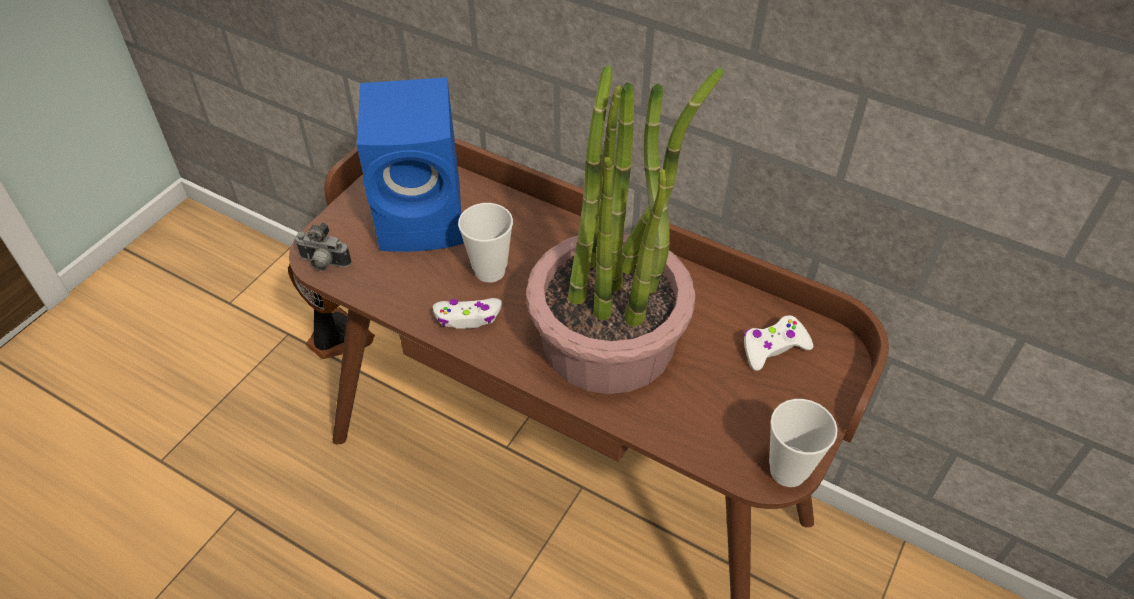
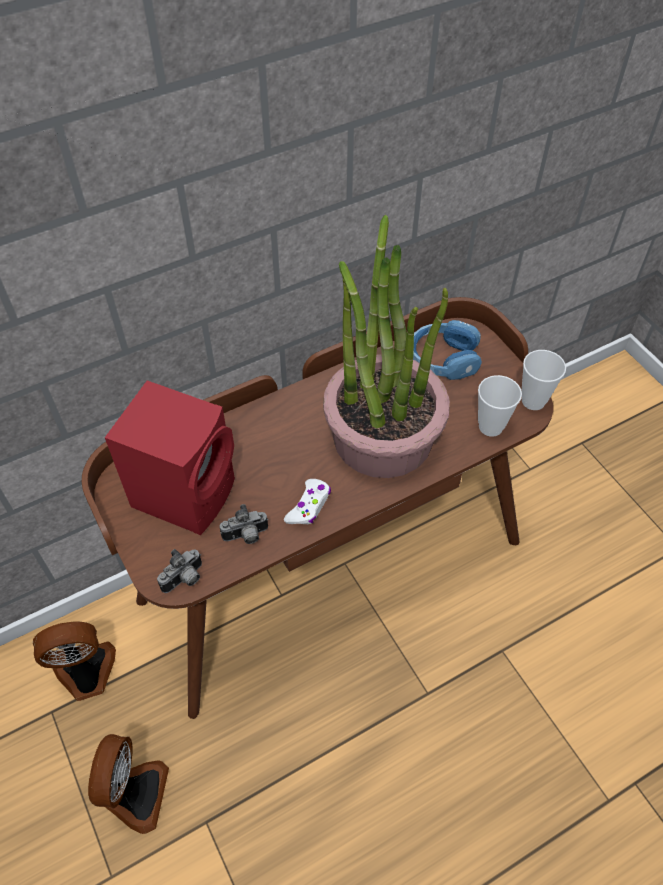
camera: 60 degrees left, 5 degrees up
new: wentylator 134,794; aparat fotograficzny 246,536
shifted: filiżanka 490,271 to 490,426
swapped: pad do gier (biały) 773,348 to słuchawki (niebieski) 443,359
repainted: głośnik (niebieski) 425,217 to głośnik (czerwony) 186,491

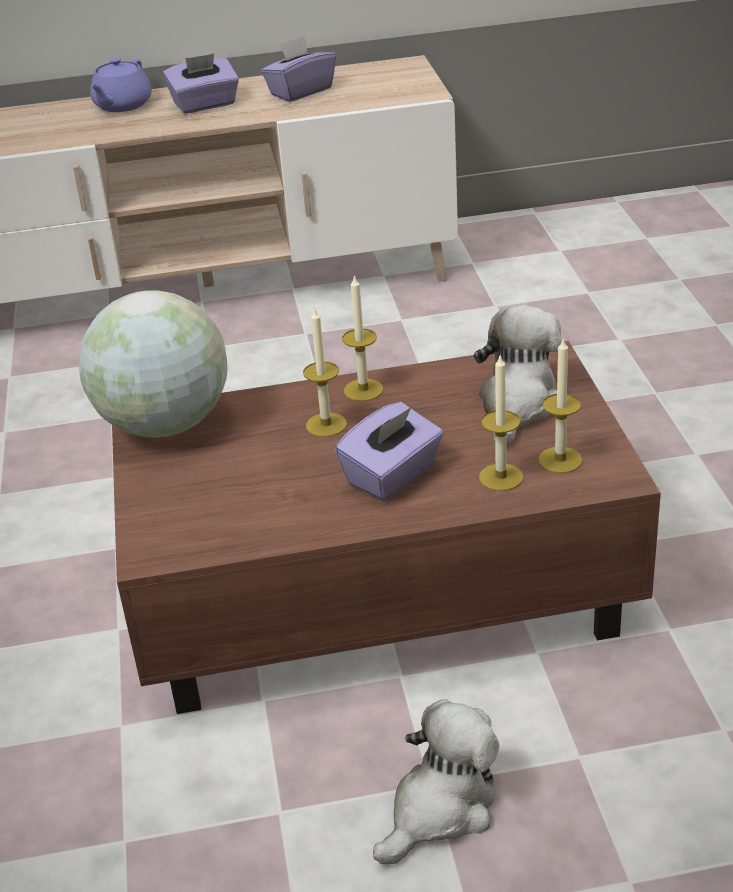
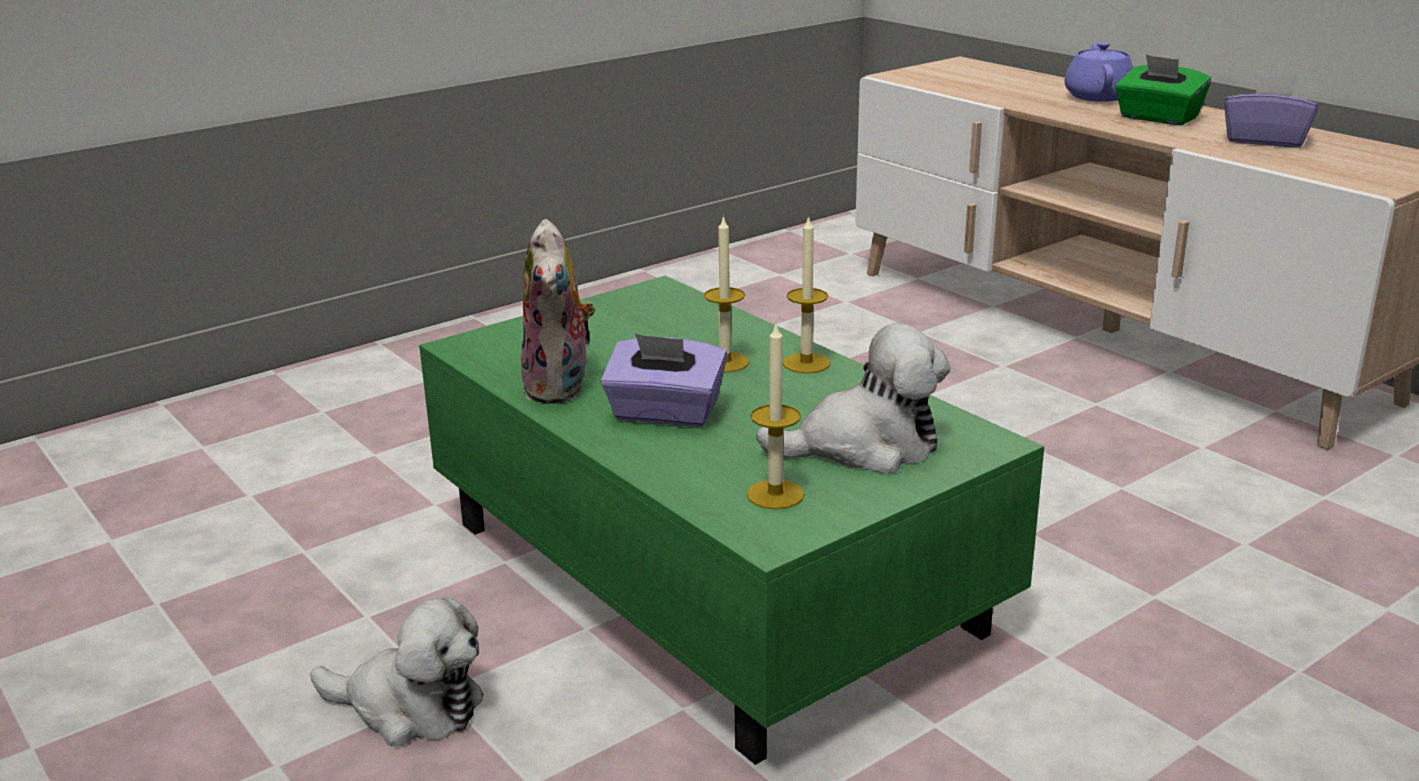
camera: 60 degrees right, 10 degrees down
gone: globus 165,424; świeca 501,477
new: pluszak 561,388
repainted: ława (brązowy) 373,589 to ława (zielony) 706,573; pudełko chusteczek (fioletowy) 205,105 to pudełko chusteczek (zielony) 1158,118
rotated: imbryk (fioletowy) 122,106 = 1098,96 105 degrees clockwise

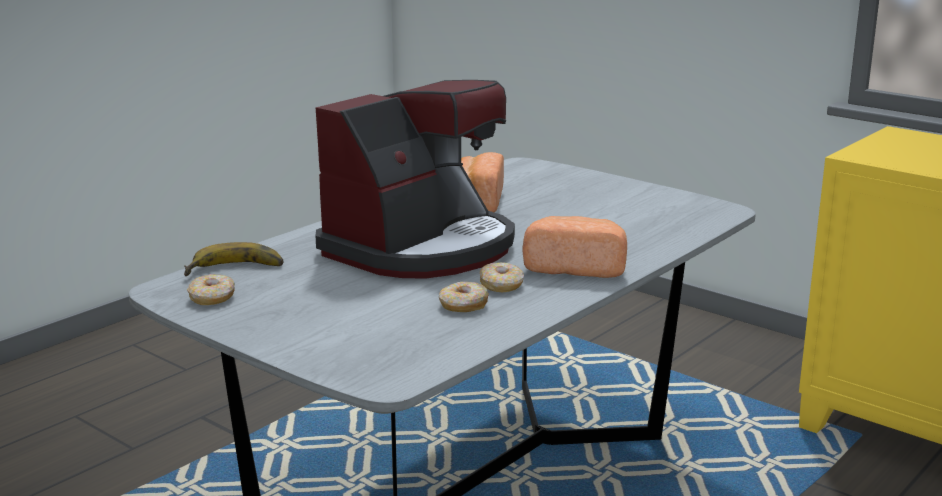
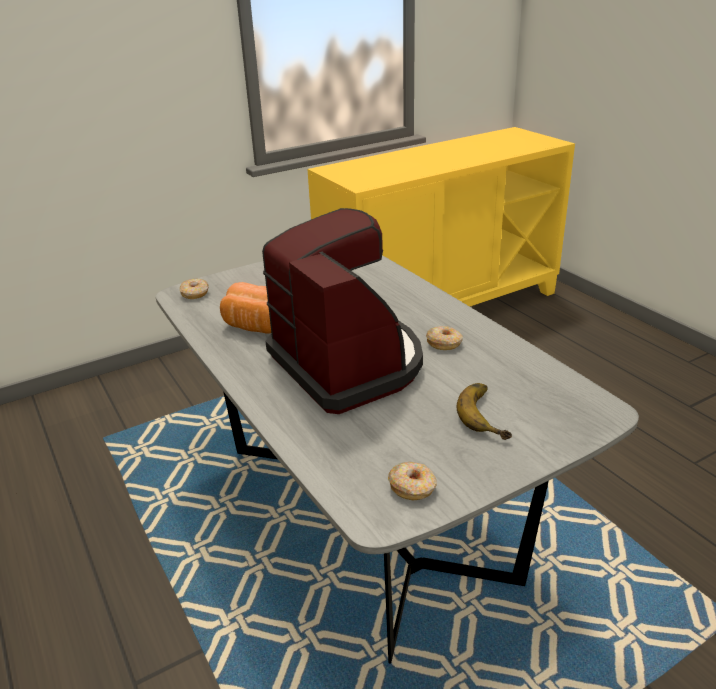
camera: 70 degrees left, 10 degrees up
gone: chleb 575,267
shifted: banan 235,271 to 489,414; donut 463,305 to 195,294

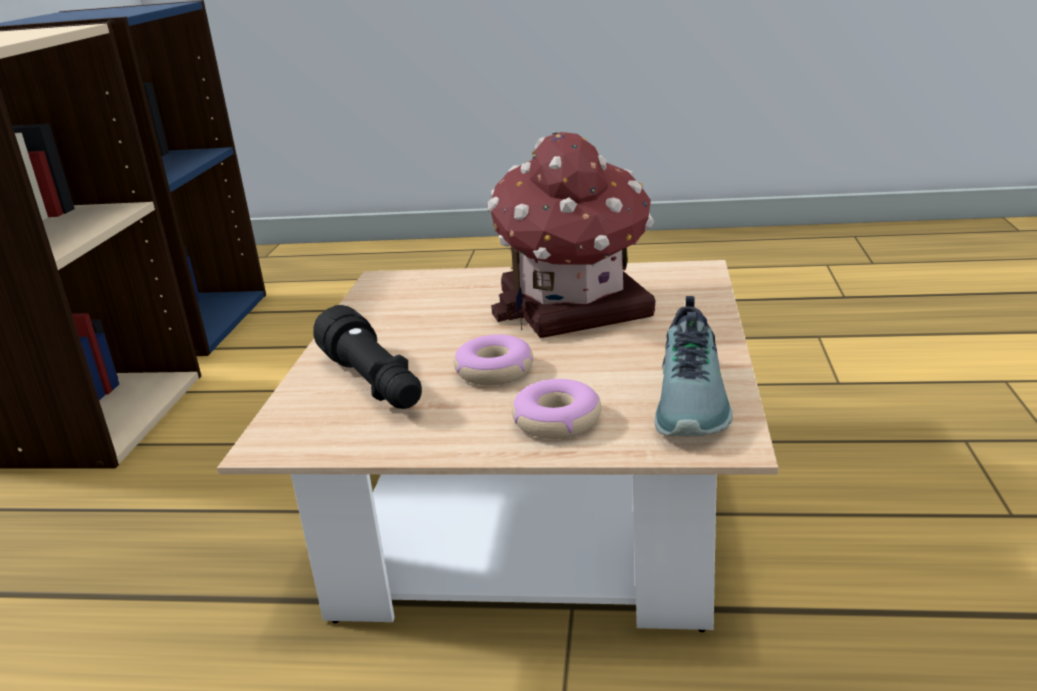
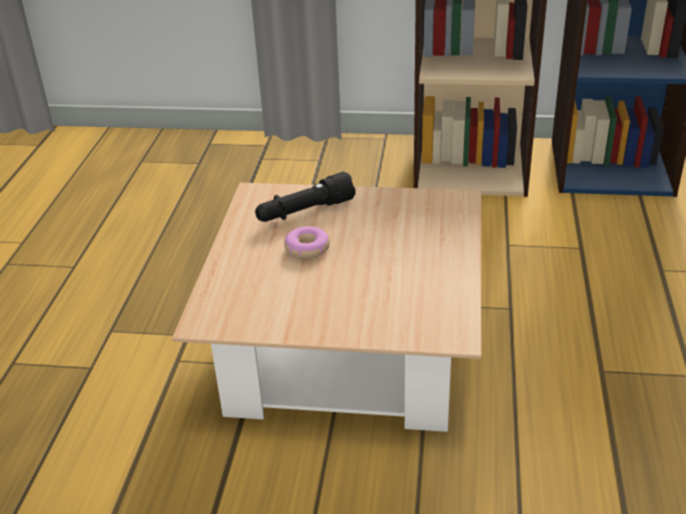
camera: 90 degrees right, 10 degrees up
gone: domek 575,307; donut 556,421; but 695,400

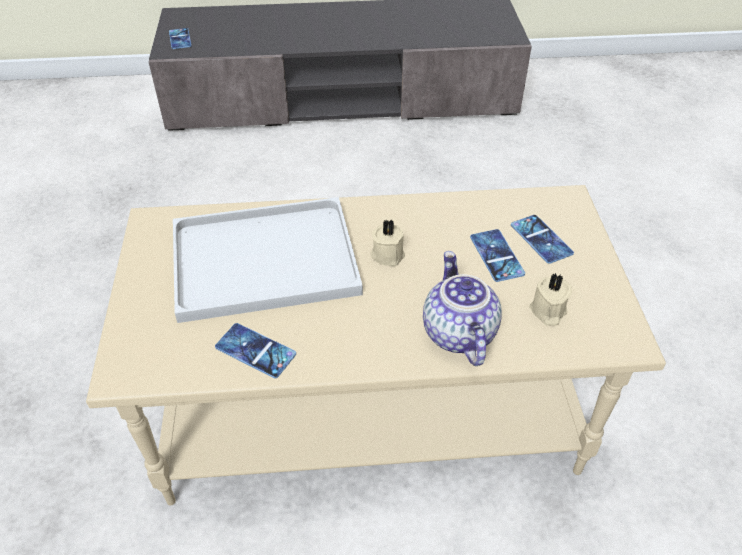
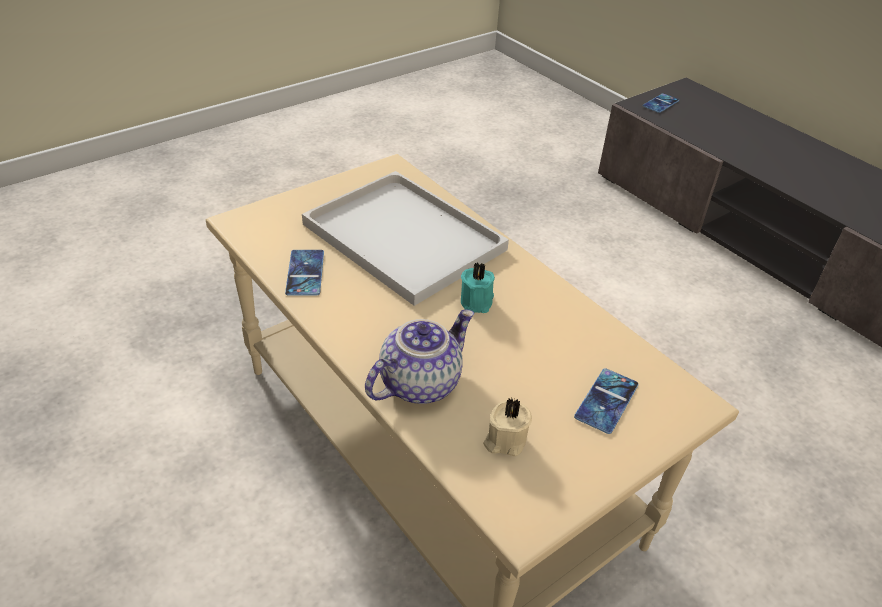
camera: 55 degrees right, 5 degrees down
gone: telefon 496,255
repainted: świeca (beżowy) 387,254 to świeca (turkusowy) 477,301

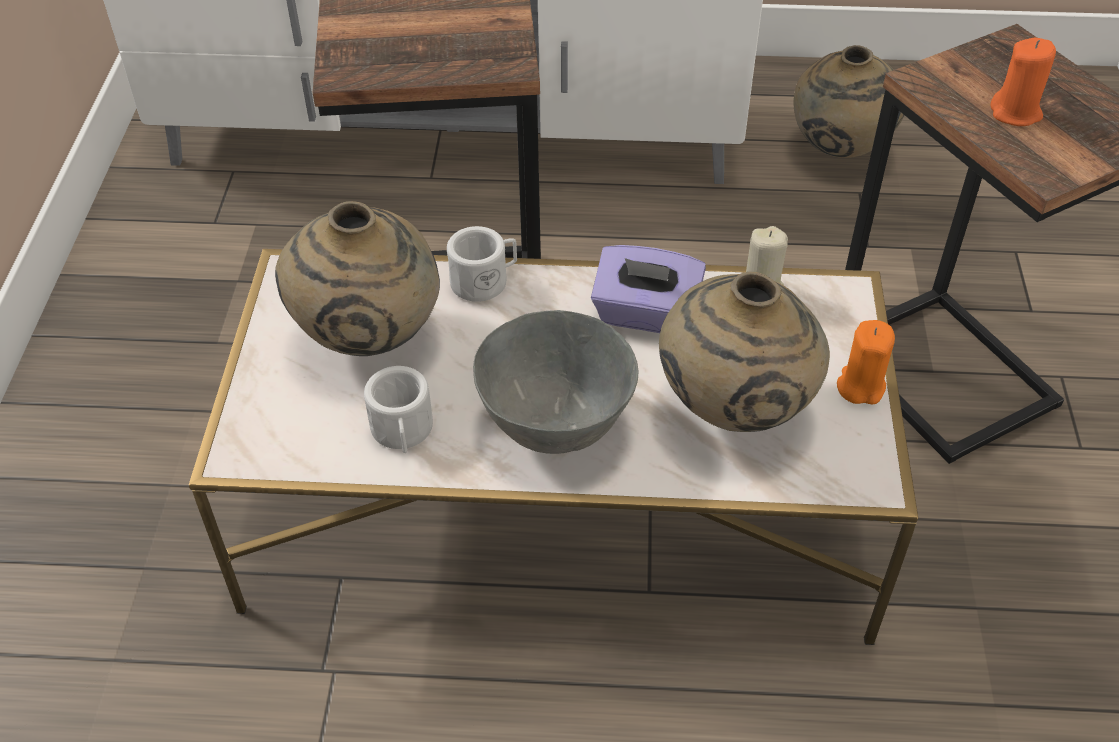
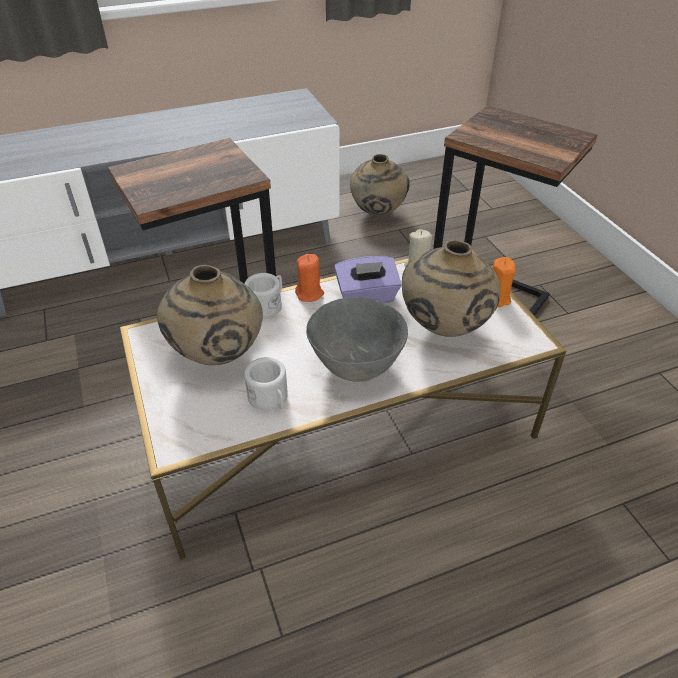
camera: 25 degrees left, 5 degrees down
shifted: świeca (pomarańczowy) 1016,113 to 309,294

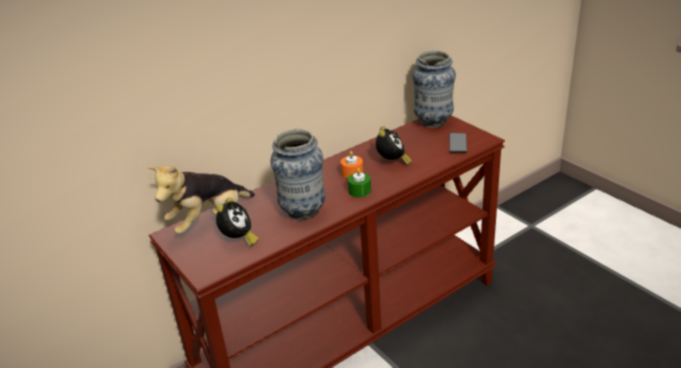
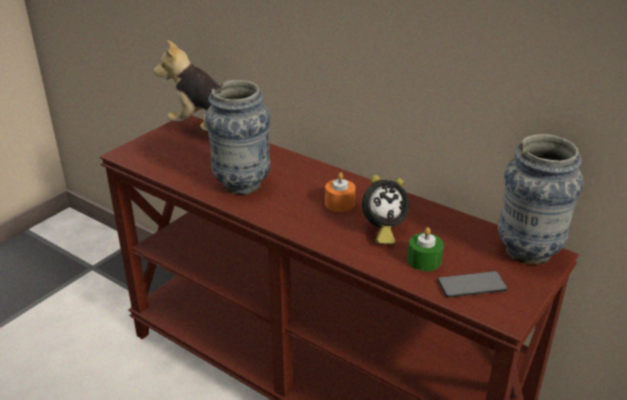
camera: 70 degrees right, 0 degrees up
gone: budzik 238,240
shifted: świeca (zielony) 359,191 to 424,260

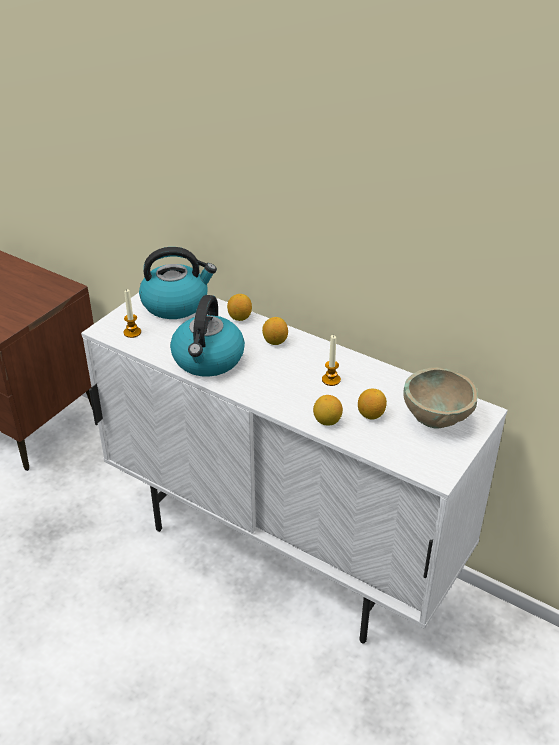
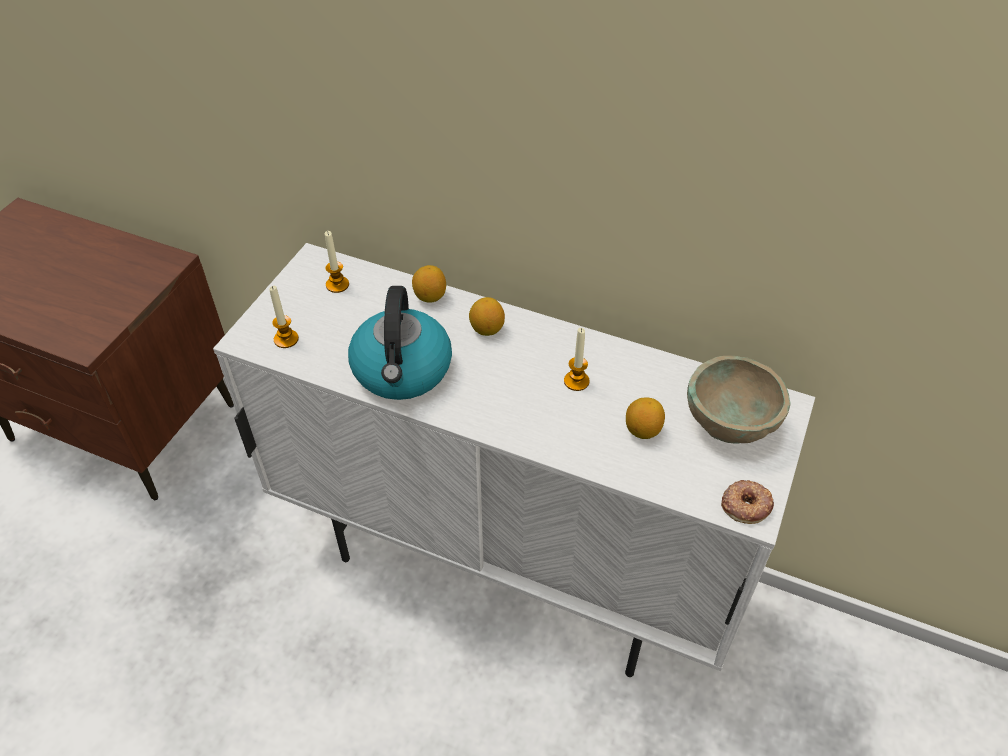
camera: 10 degrees left, 10 degrees up
gone: cytryna 327,421
new: donut 745,504
swapped: czajnik 176,304 to świeca 337,285

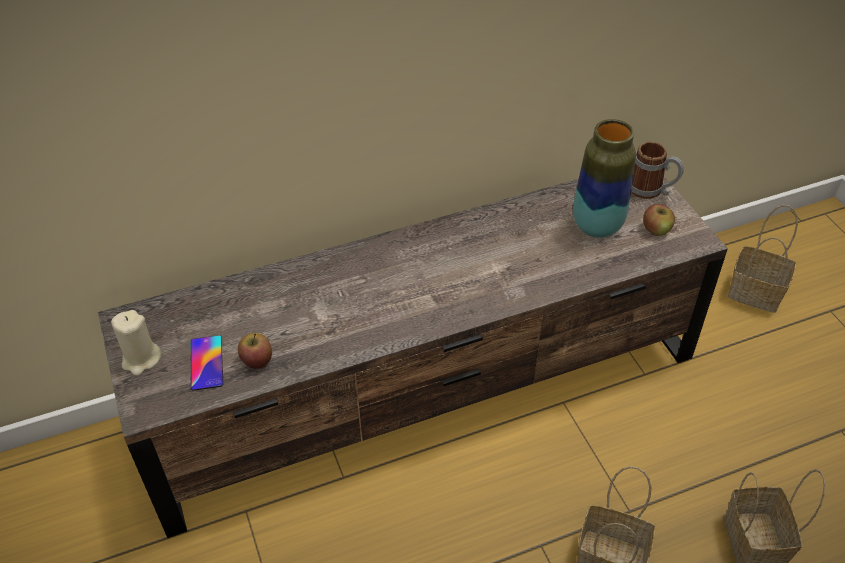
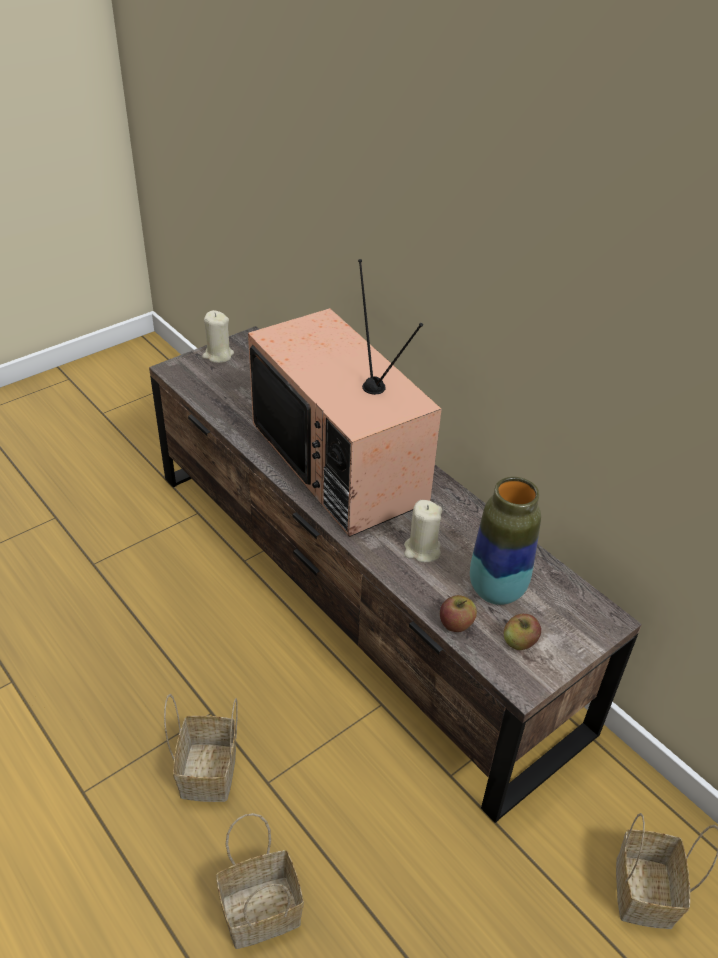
camera: 70 degrees right, 5 degrees down
gone: telefon 206,363; kubek 651,190
new: telewizor 343,462; świeca (beżowy) 422,550
shifted: jabłko 257,360 to 456,623

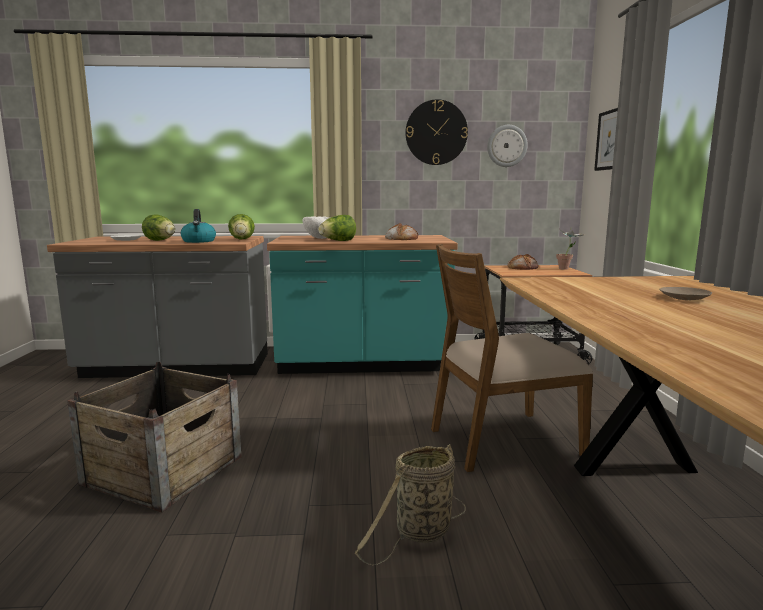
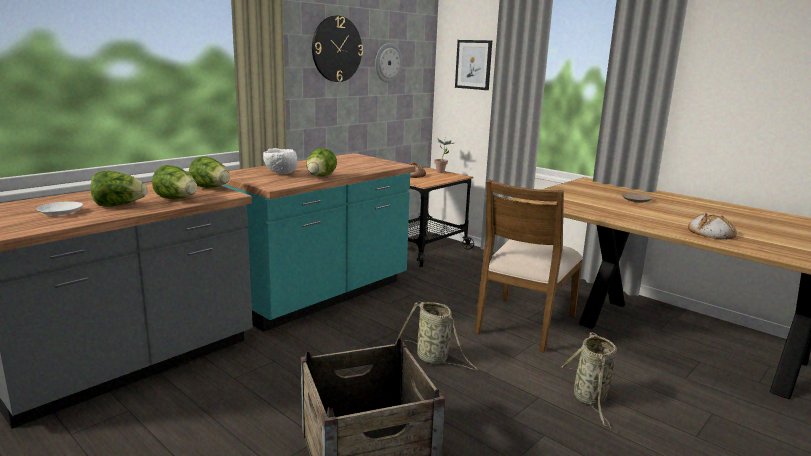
camera: 45 degrees left, 5 degrees up
new: koszyk 434,358
shifted: chleb 401,238 to 711,233
swapped: czajnik 199,241 to sałata 177,199

